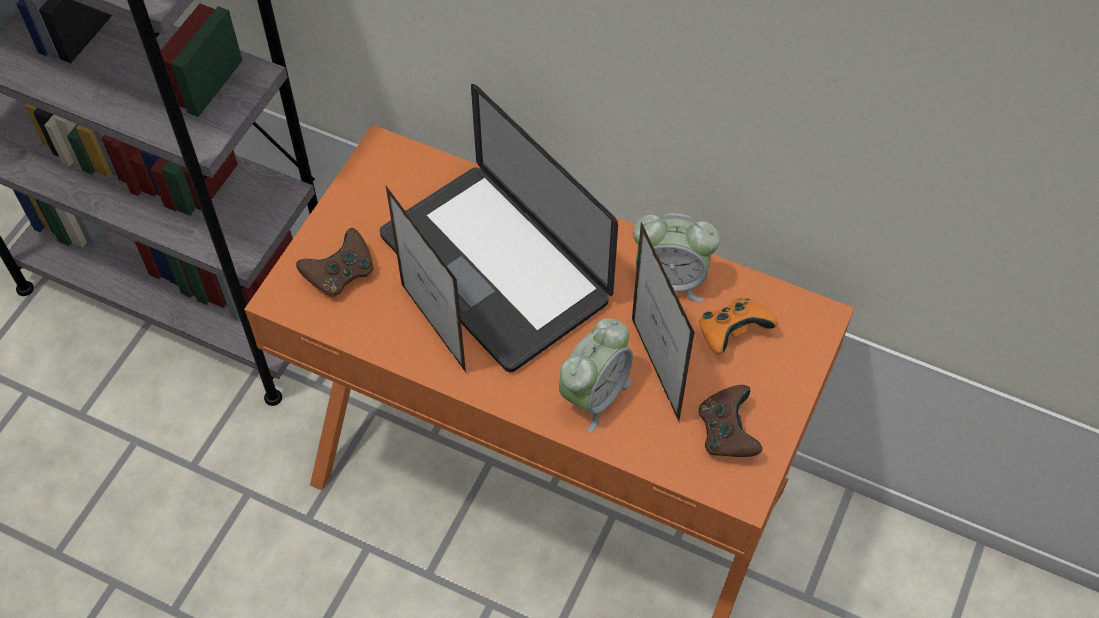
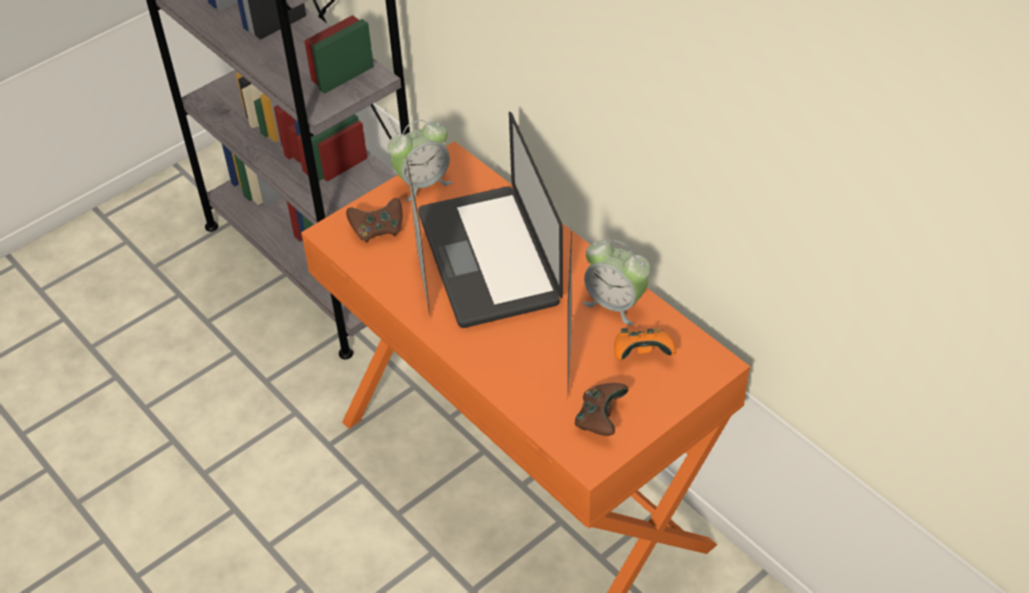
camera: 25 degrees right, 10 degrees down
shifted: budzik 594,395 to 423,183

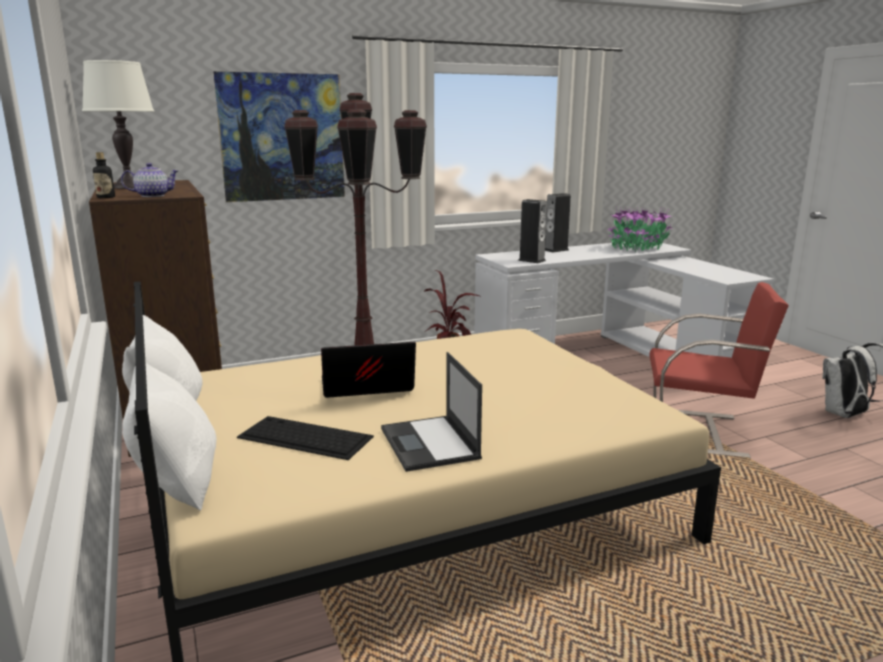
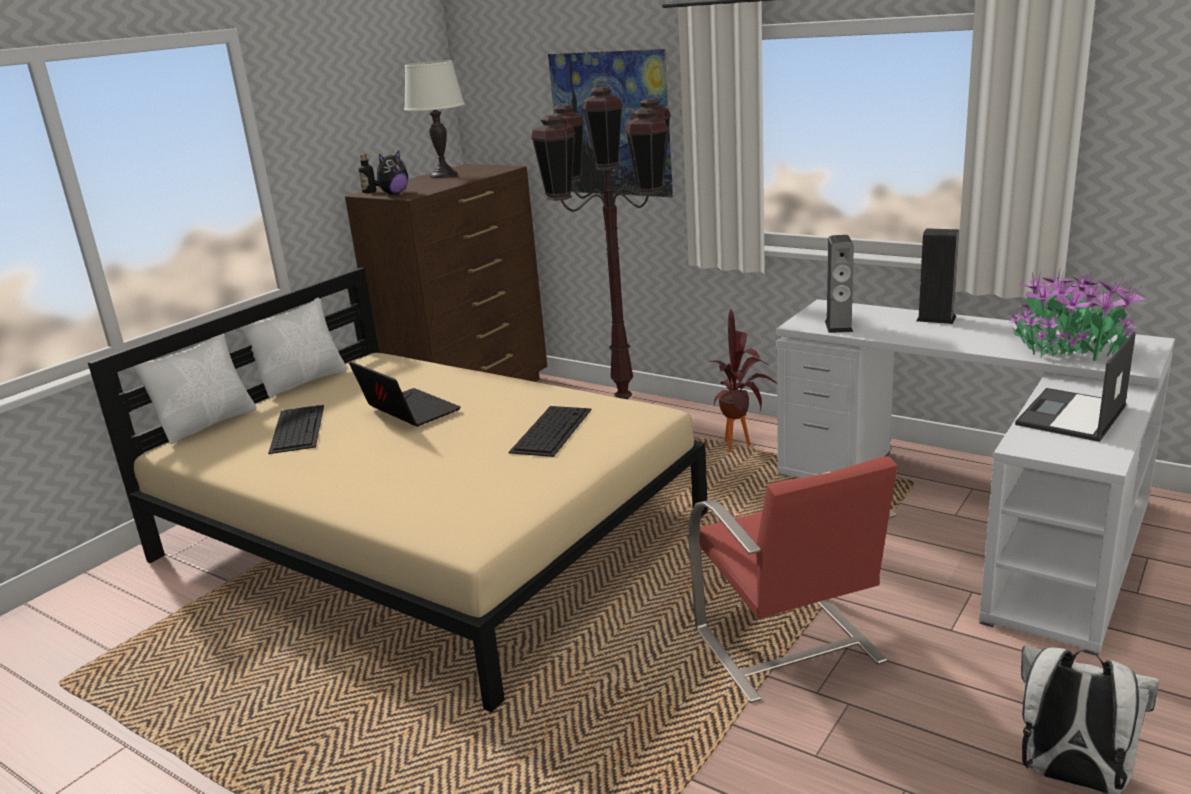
camera: 60 degrees right, 5 degrees up
new: klawiatura 551,430
shifted: laptop 430,444 to 1071,416
swapped: imbryk 152,196 to pluszak 394,194

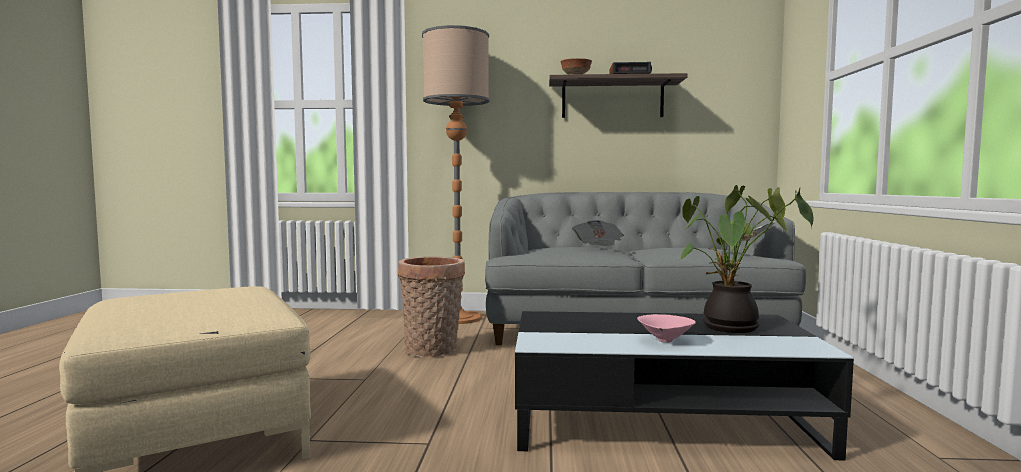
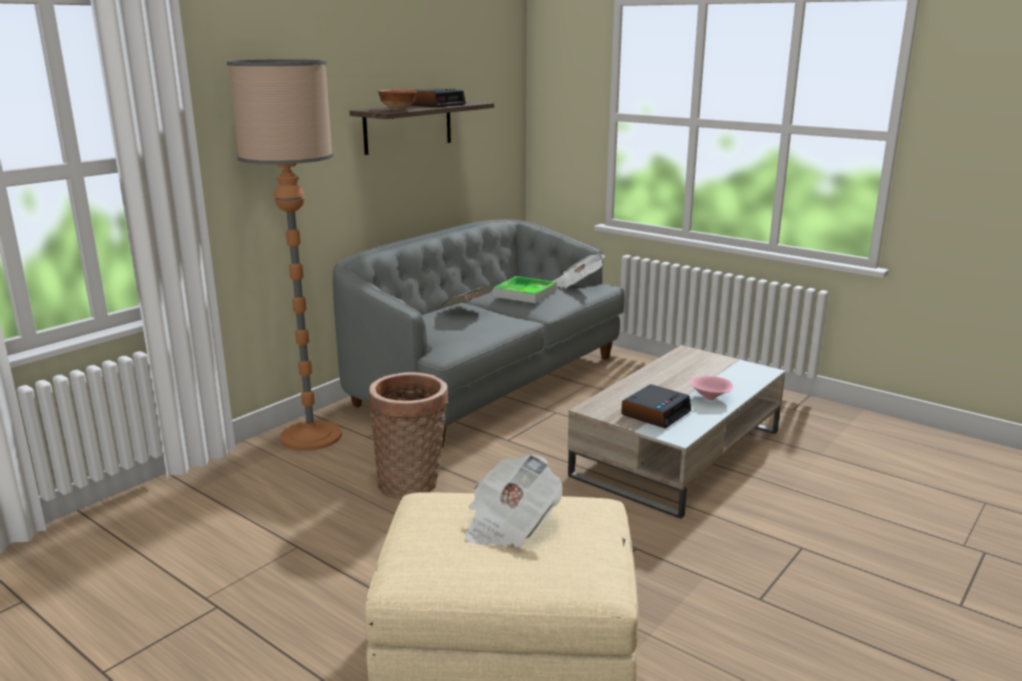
camera: 55 degrees left, 15 degrees up
gone: roślina doniczkowa 731,328
new: gazeta 510,525; taca 525,293; budzik 655,413
repainted: ława (czarny) 660,419 to ława (beżowy) 678,452

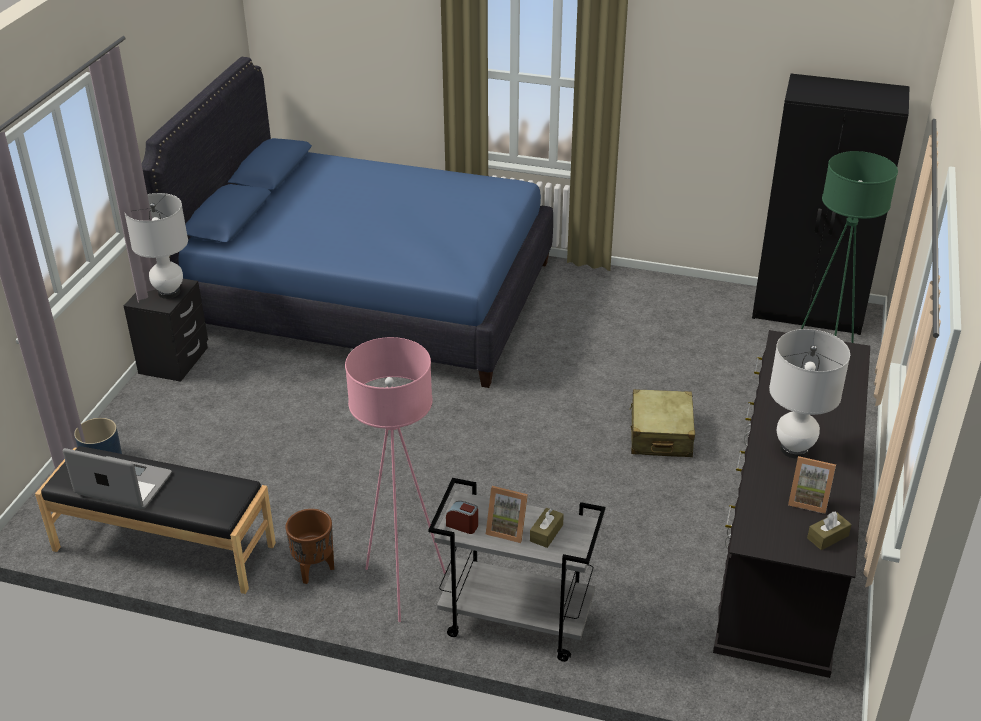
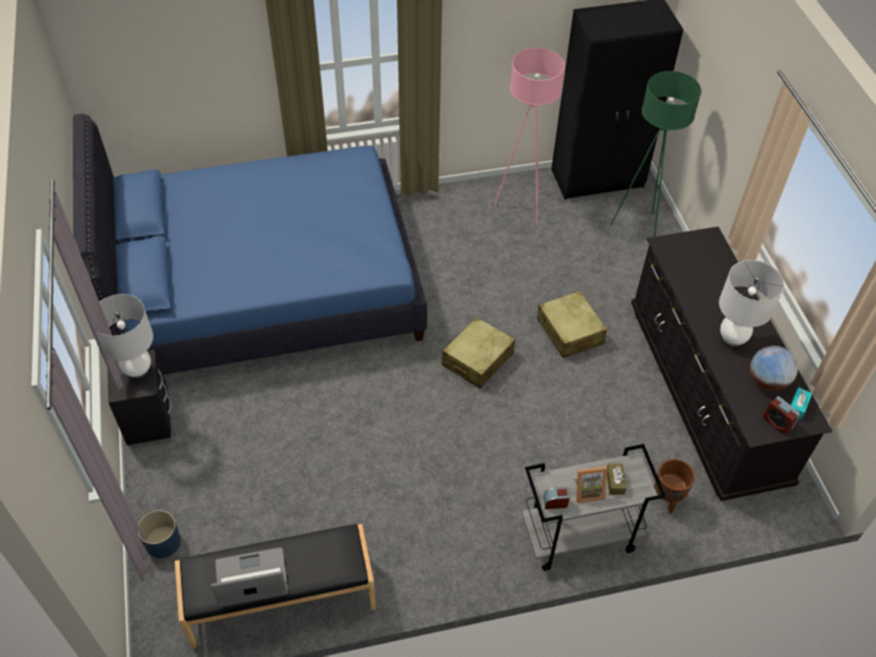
camera: 30 degrees left, 15 degrees up
new: walizka (beżowy) 477,360; budzik 777,423
shifted: donica (brązowy) 314,569 to 666,499; lampa stojąca (różowy) 403,587 to 522,206
swapped: ramka na zdjęcie 808,500 to globus 767,381
repainted: pudełko chusteczek (brązowy) 827,537 to pudełko chusteczek (turkusowy) 797,406

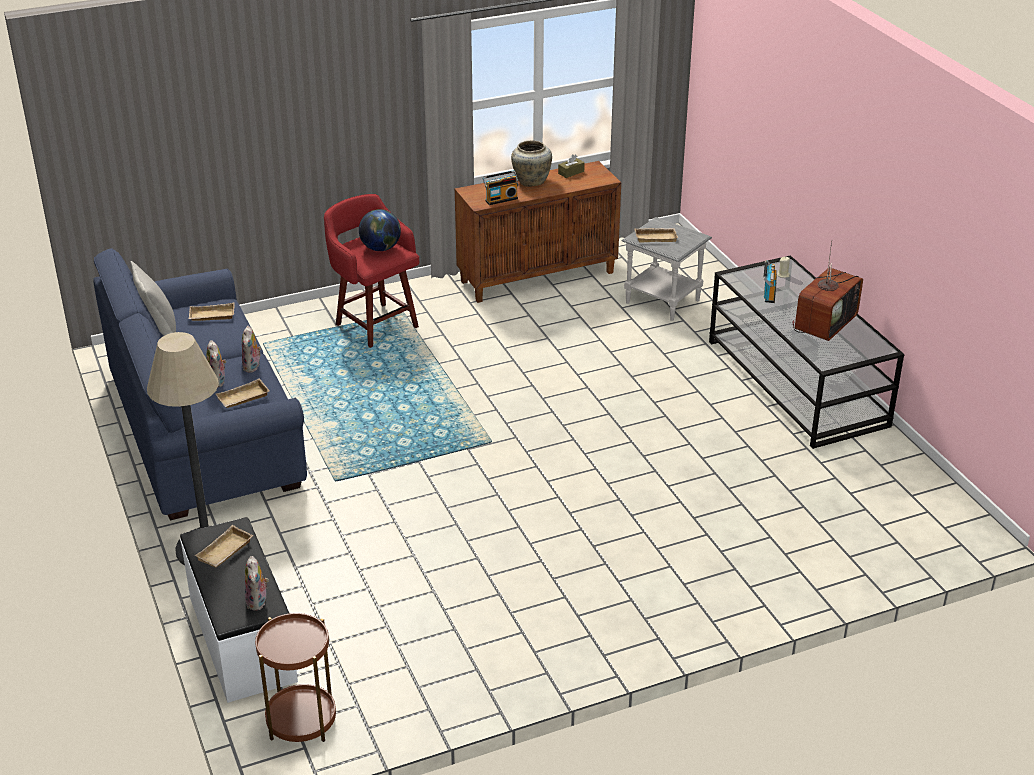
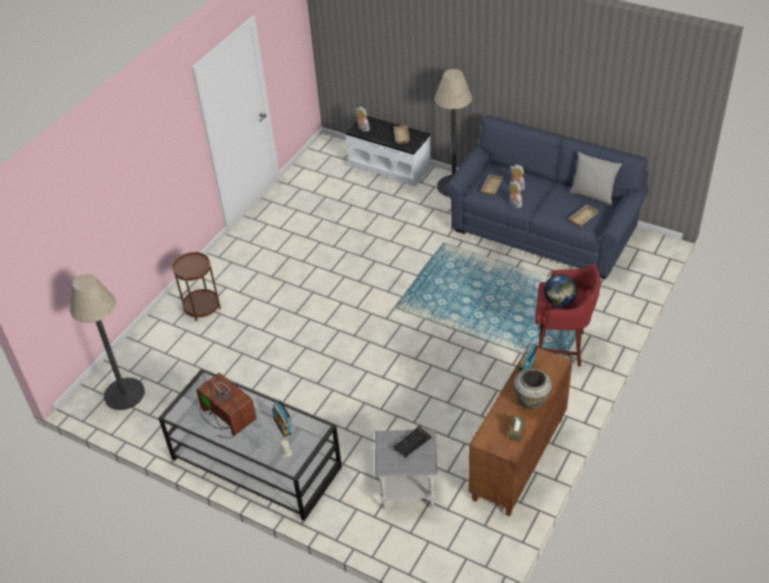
camera: 145 degrees right, 10 degrees up
new: lampa stojąca 124,394
shifted: stolik (brązowy) 301,720 to 201,307
repainted: taca (beżowy) 656,237 to taca (czarny) 412,445
rotated: telewizor 824,323 = 226,417 135 degrees clockwise

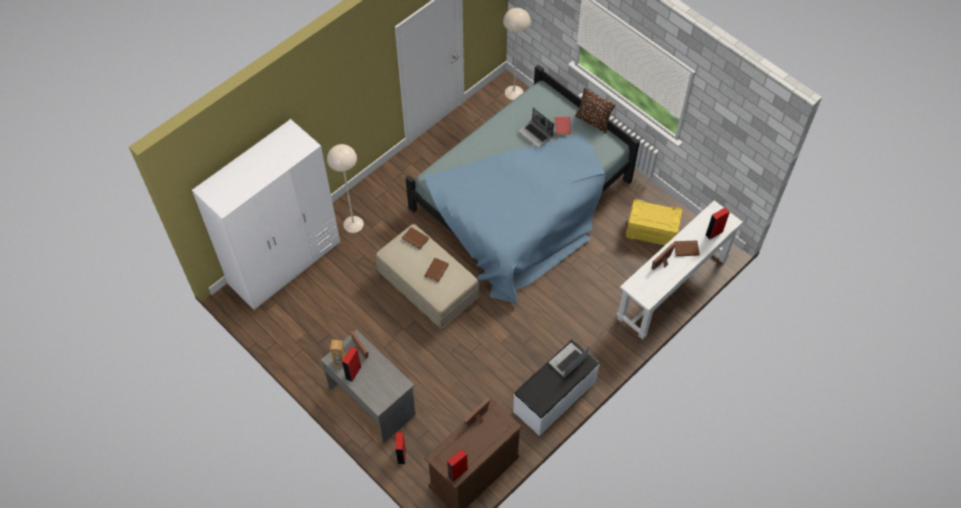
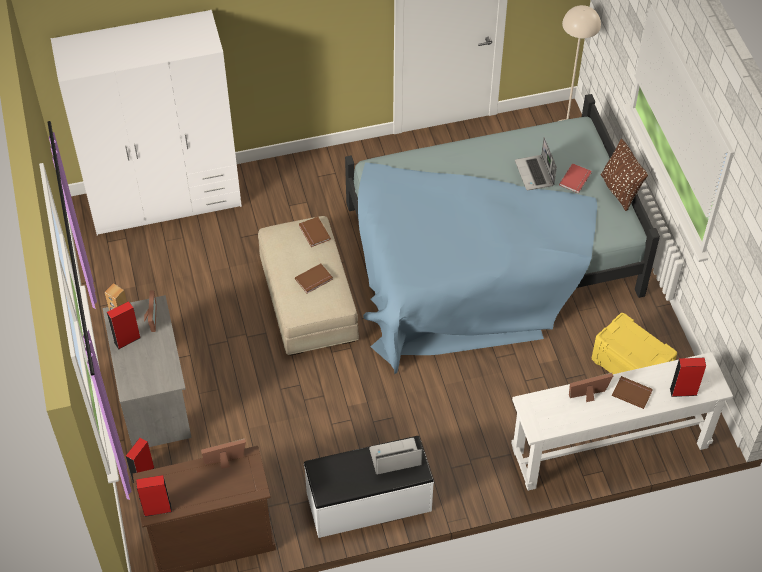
camera: 30 degrees right, 5 degrees down
gone: lampa stojąca (beżowy) 353,224

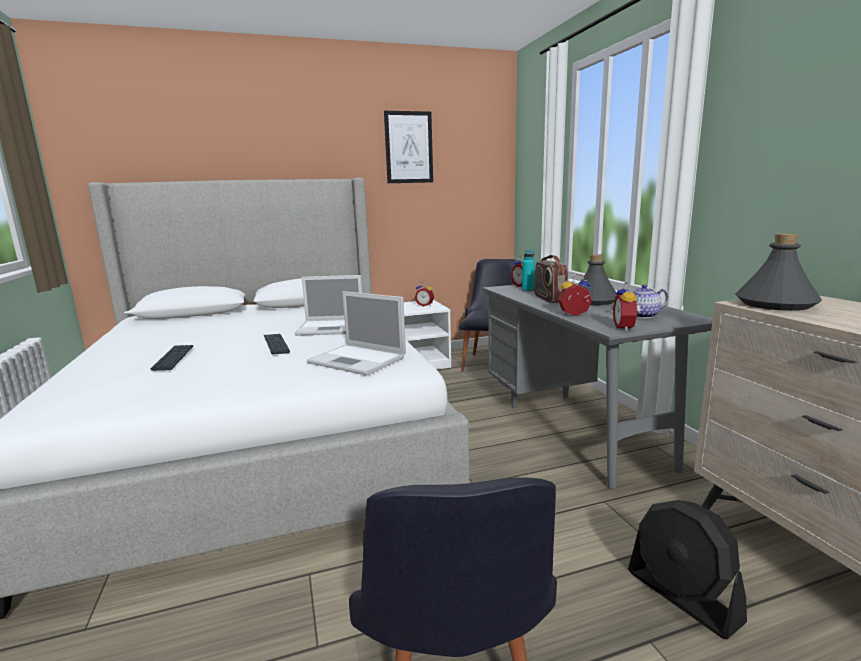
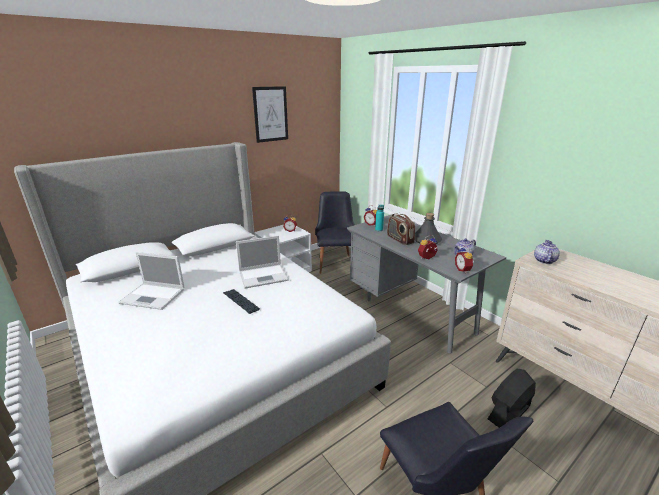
camera: 20 degrees left, 10 degrees up
gone: klawiatura 174,358
shifted: laptop 358,360 to 154,296
swapped: butelka (szary) 775,304 to imbryk 543,260
rotated: wentylator (czarny) 683,596 = 508,412 105 degrees clockwise

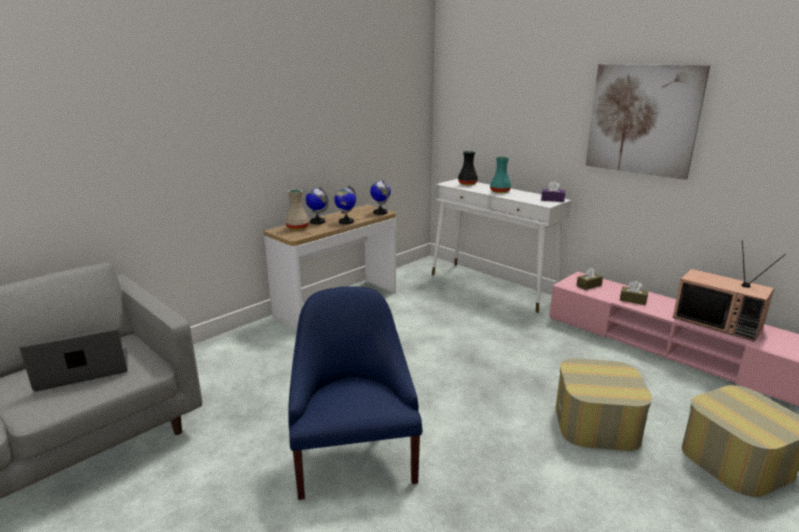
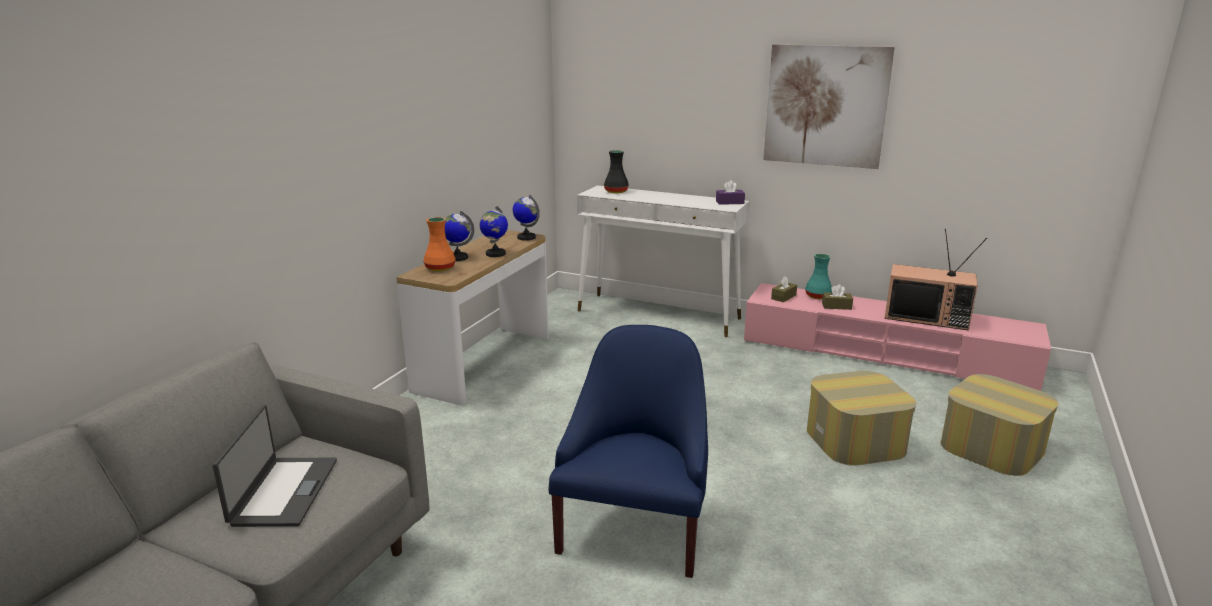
camera: 20 degrees left, 0 degrees up
shifted: wazon (turkusowy) 500,191 to 818,296
repainted: wazon (beżowy) 298,228 to wazon (pomarańczowy) 440,268
rotated: laptop 83,371 = 283,492 135 degrees clockwise; fotel (niebieski) 354,457 = 634,529 45 degrees clockwise

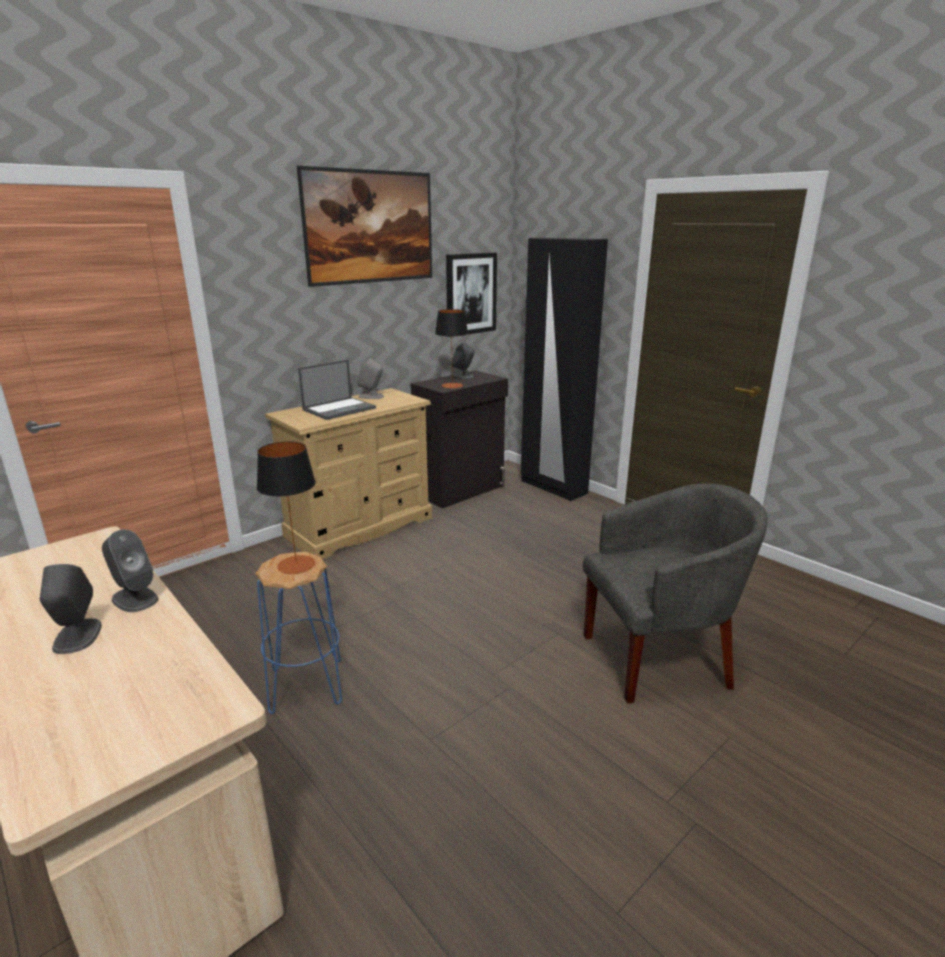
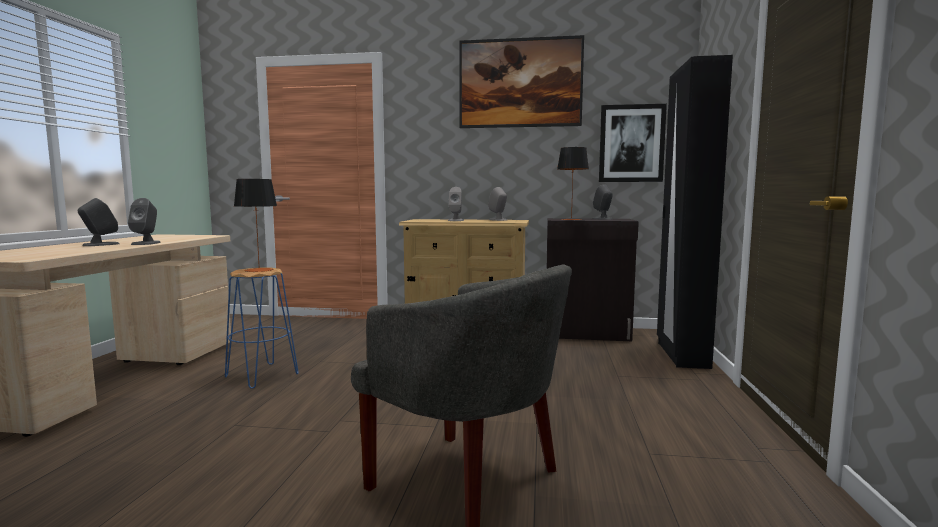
camera: 50 degrees right, 15 degrees down
swapped: laptop 340,409 to głośnik (szary) 456,220

